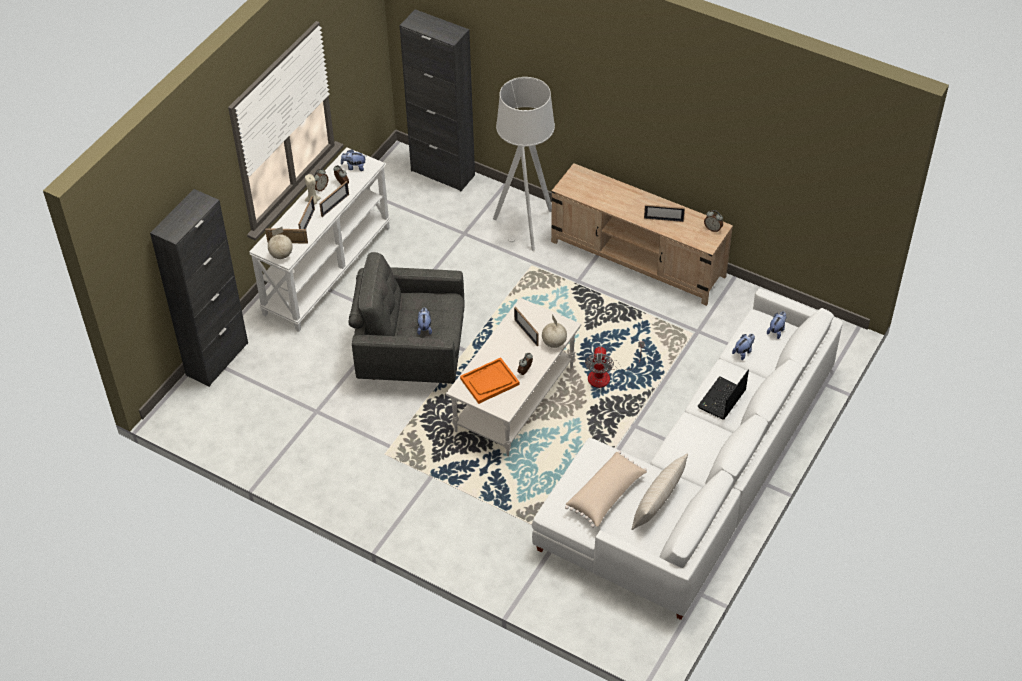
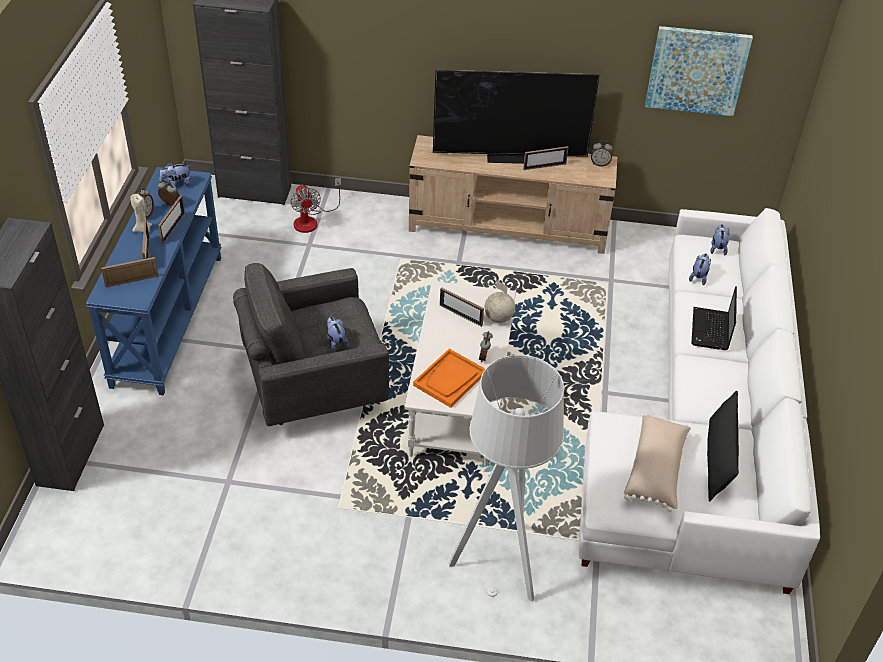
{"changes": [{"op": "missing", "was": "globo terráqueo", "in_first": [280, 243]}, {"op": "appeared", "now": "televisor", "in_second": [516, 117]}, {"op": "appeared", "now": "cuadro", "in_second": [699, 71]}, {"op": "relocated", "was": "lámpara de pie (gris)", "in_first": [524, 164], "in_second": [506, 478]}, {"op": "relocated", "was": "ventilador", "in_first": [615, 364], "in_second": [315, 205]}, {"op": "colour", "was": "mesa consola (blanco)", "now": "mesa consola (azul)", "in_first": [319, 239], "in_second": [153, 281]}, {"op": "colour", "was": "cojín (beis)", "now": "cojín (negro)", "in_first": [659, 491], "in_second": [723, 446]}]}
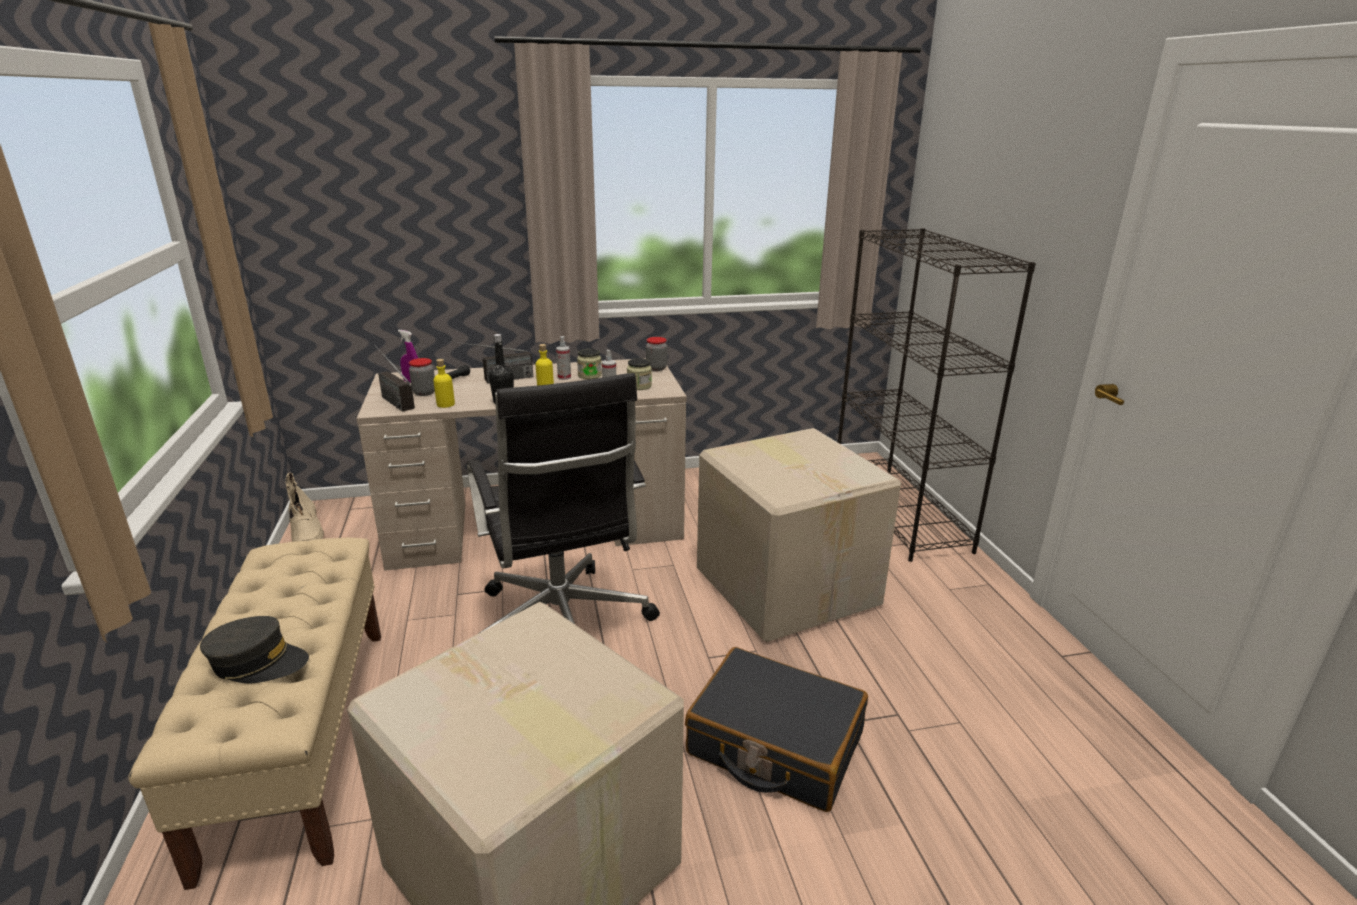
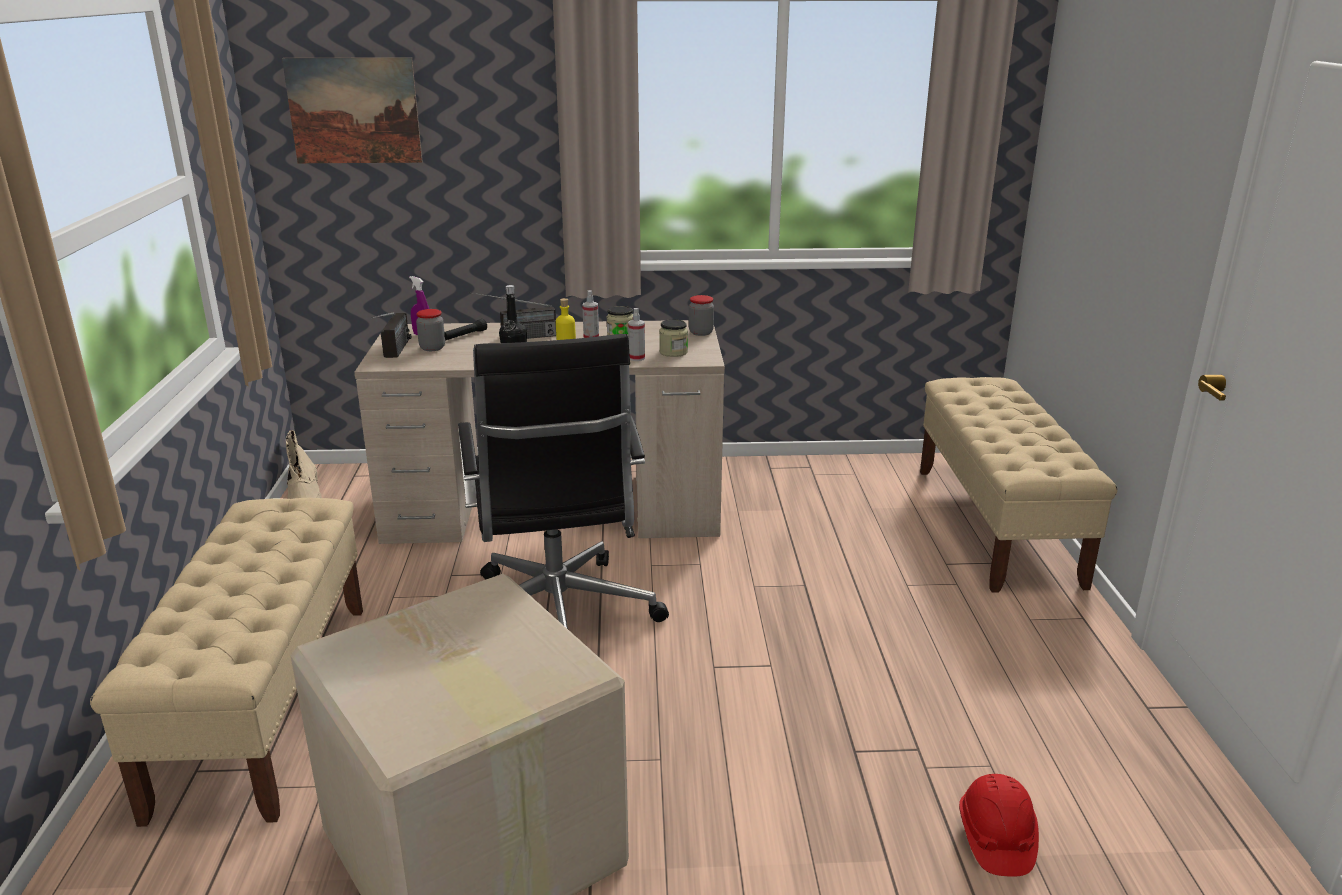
{"changes": [{"op": "missing", "was": "gorra (gris)", "in_first": [254, 649]}, {"op": "missing", "was": "botella (amarillo)", "in_first": [444, 383]}, {"op": "missing", "was": "maleta (negro)", "in_first": [776, 729]}, {"op": "missing", "was": "caja de cartón", "in_first": [799, 535]}, {"op": "appeared", "now": "cuadro", "in_second": [352, 110]}, {"op": "appeared", "now": "casco (rojo)", "in_second": [999, 825]}, {"op": "exchanged", "was": "estantería (negro)", "now": "banco (beis)", "in_first": [937, 395], "in_second": [1019, 485]}, {"op": "spun", "was": "radio", "in_first": [395, 378], "in_second": [391, 335], "clockwise": -150}]}
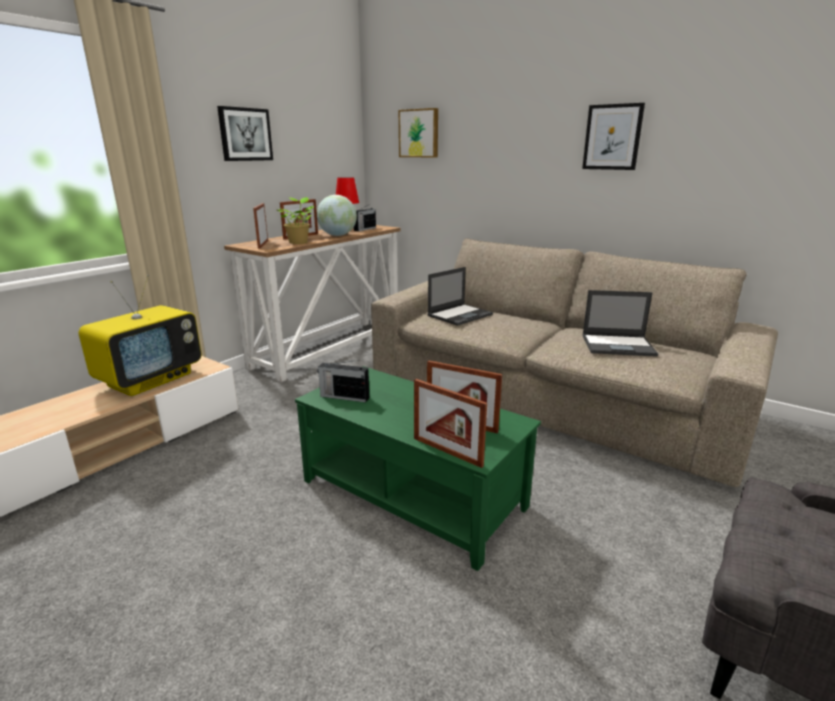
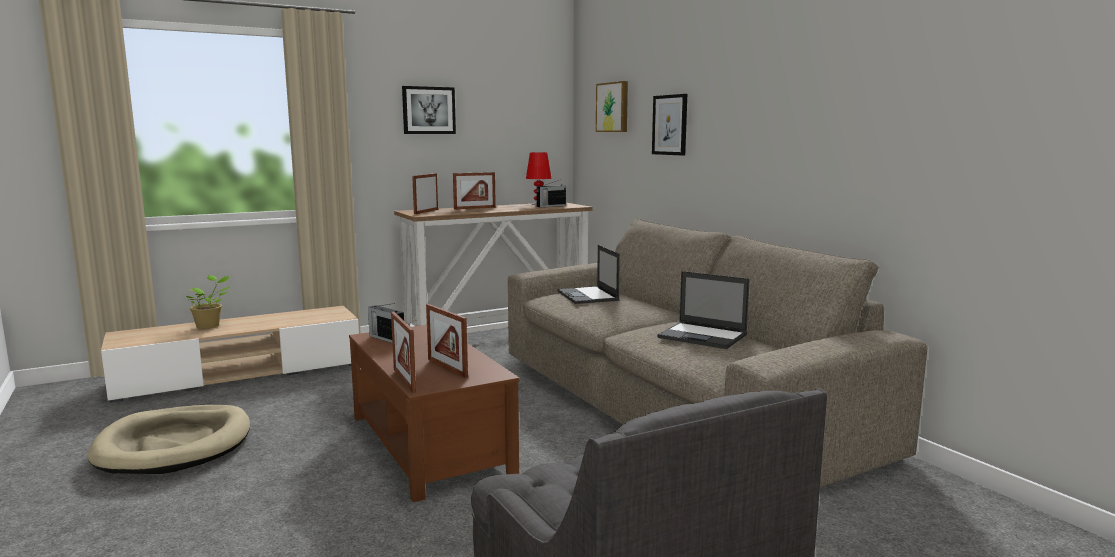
{"changes": [{"op": "missing", "was": "televisor", "in_first": [140, 335]}, {"op": "missing", "was": "globo terráqueo", "in_first": [337, 215]}, {"op": "appeared", "now": "cama para perro (beis)", "in_second": [169, 439]}, {"op": "relocated", "was": "planta en maceta", "in_first": [295, 220], "in_second": [208, 302]}, {"op": "relocated", "was": "cuadro", "in_first": [613, 136], "in_second": [669, 125]}, {"op": "colour", "was": "mesa de centro (verde)", "now": "mesa de centro (marrón)", "in_first": [418, 468], "in_second": [434, 413]}, {"op": "spun", "was": "portátil", "in_first": [460, 296], "in_second": [589, 274], "clockwise": 90}]}
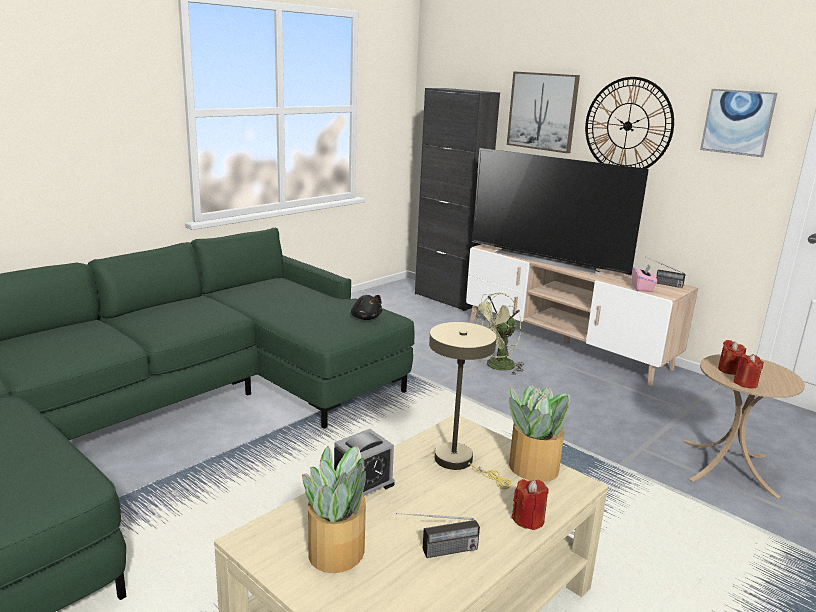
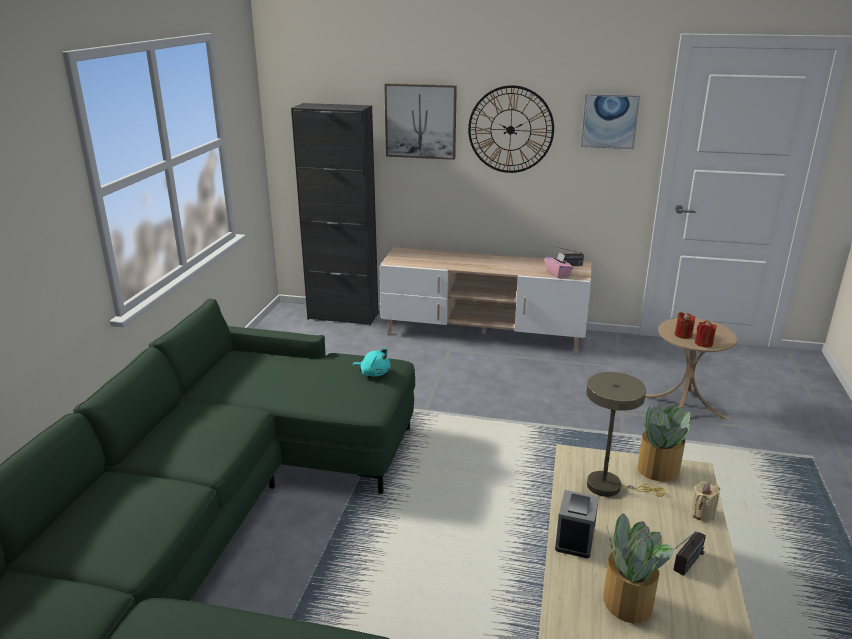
{"changes": [{"op": "missing", "was": "televisor", "in_first": [560, 211]}, {"op": "missing", "was": "ventilador (verde)", "in_first": [498, 334]}, {"op": "colour", "was": "peluche (negro)", "now": "peluche (turquesa)", "in_first": [366, 307], "in_second": [371, 362]}, {"op": "colour", "was": "vela (rojo)", "now": "vela (beis)", "in_first": [530, 504], "in_second": [704, 501]}]}
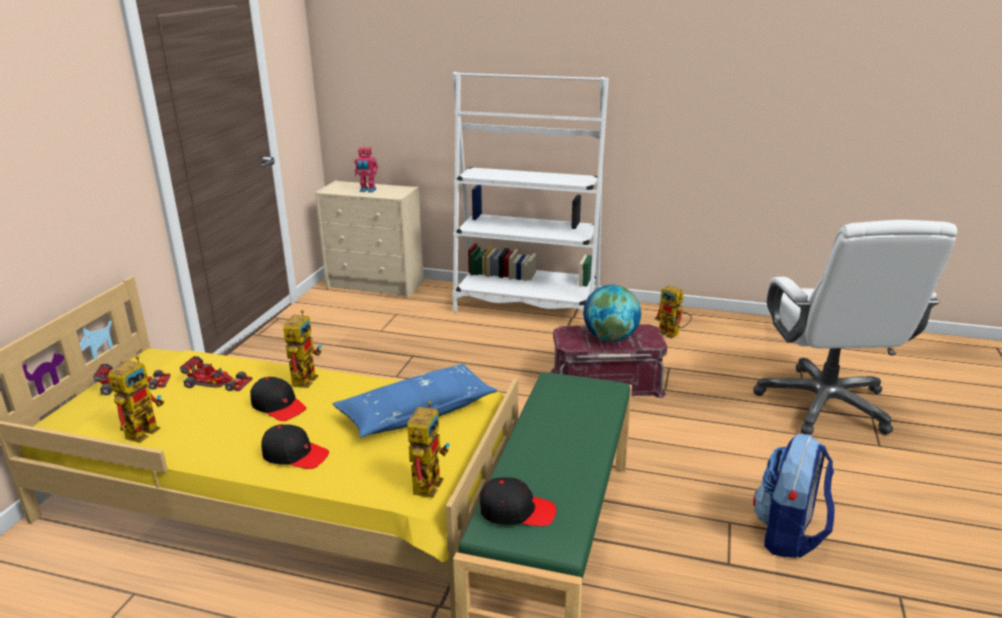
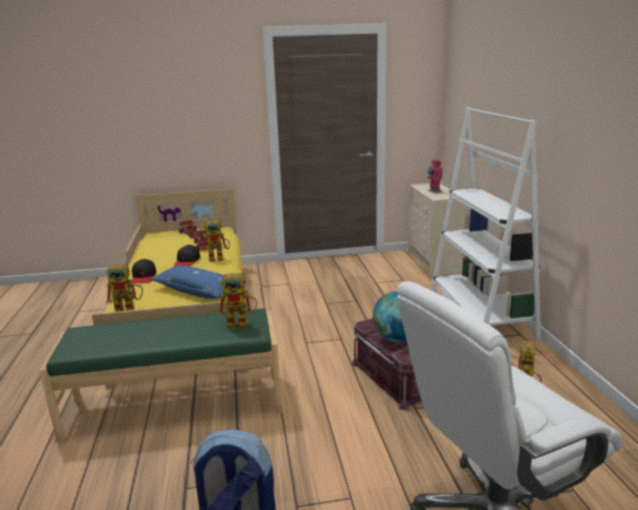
{"changes": [{"op": "missing", "was": "gorra (negro)", "in_first": [518, 501]}, {"op": "relocated", "was": "robot de juguete", "in_first": [136, 399], "in_second": [238, 301]}]}
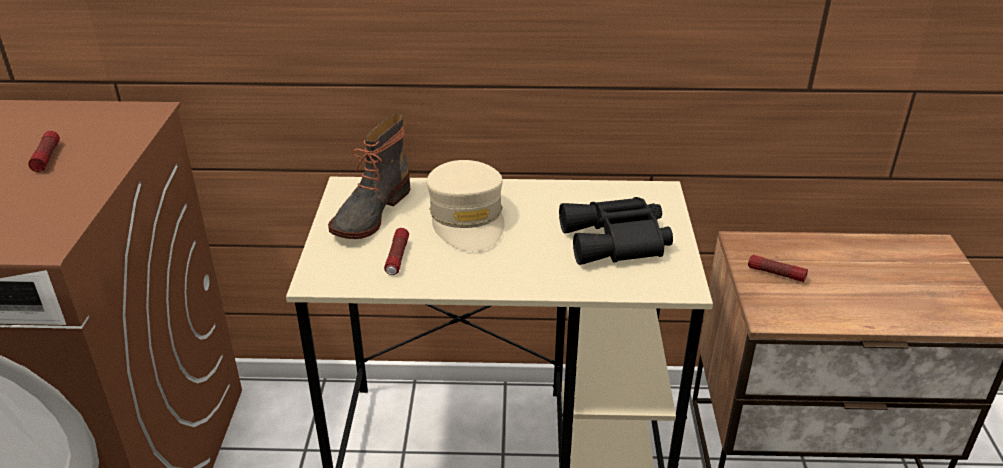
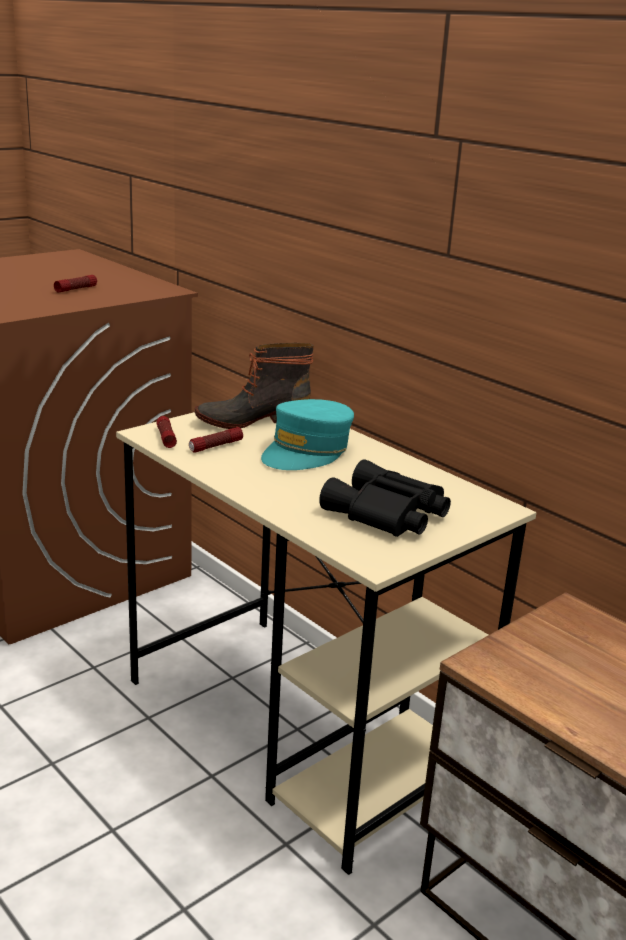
{"changes": [{"op": "relocated", "was": "linterna", "in_first": [778, 268], "in_second": [166, 432]}, {"op": "colour", "was": "gorra (beis)", "now": "gorra (turquesa)", "in_first": [466, 205], "in_second": [307, 434]}]}
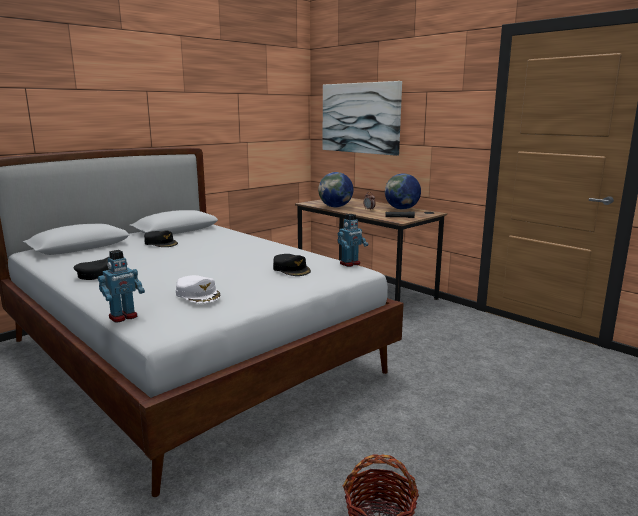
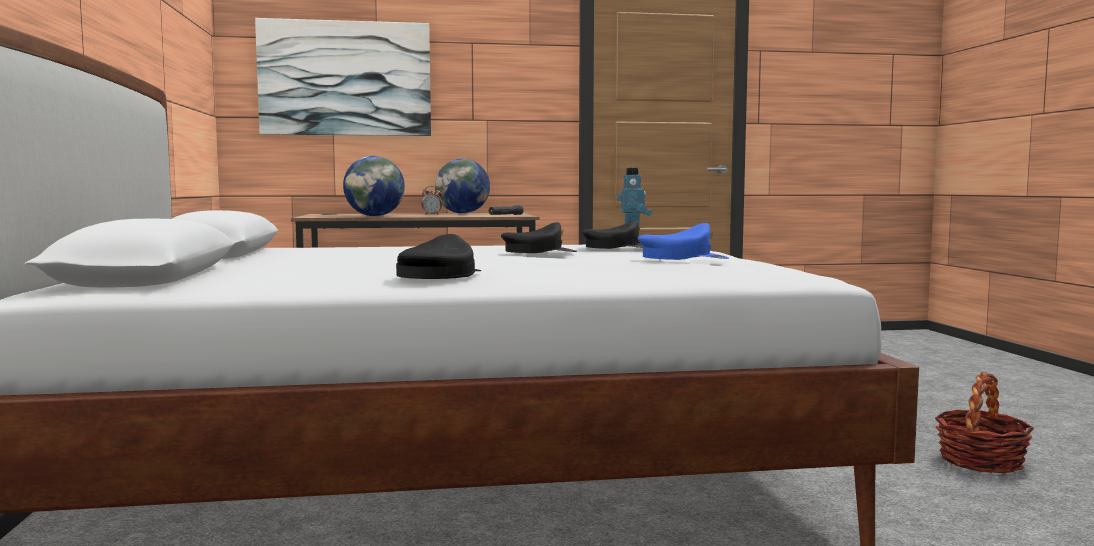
{"changes": [{"op": "missing", "was": "robot de juguete", "in_first": [121, 286]}, {"op": "relocated", "was": "gorra (negro)", "in_first": [161, 238], "in_second": [539, 237]}, {"op": "colour", "was": "gorra (blanco)", "now": "gorra (azul)", "in_first": [198, 289], "in_second": [683, 241]}]}
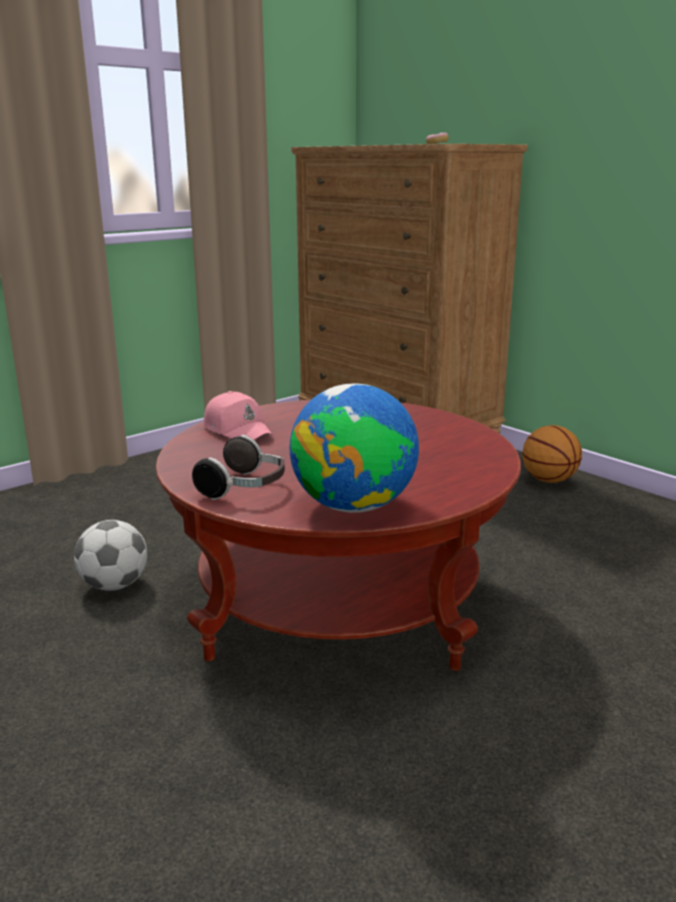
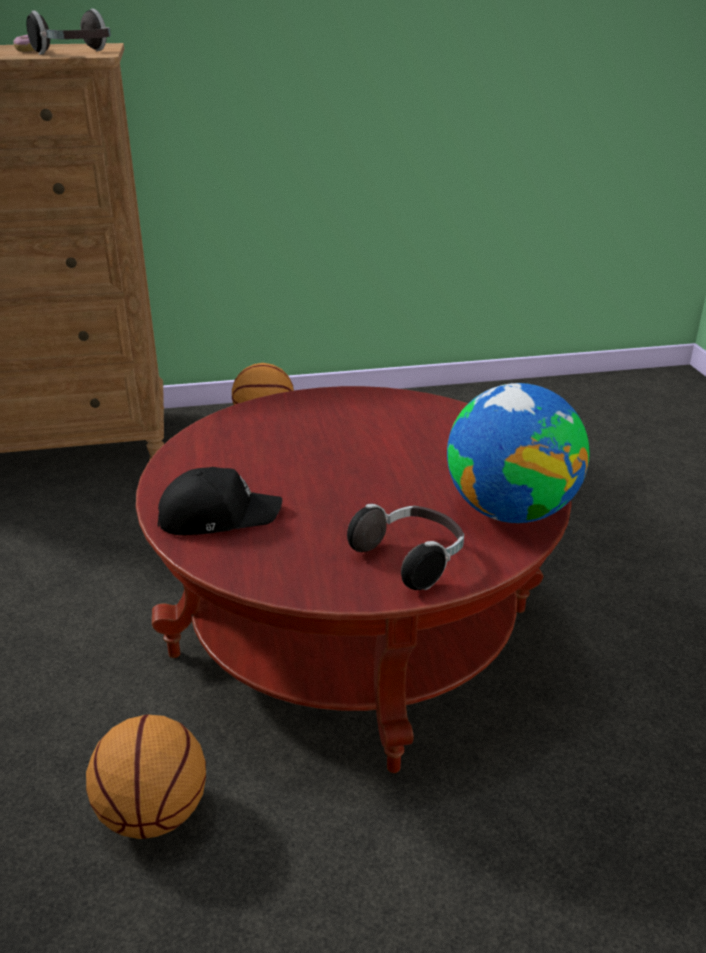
{"changes": [{"op": "appeared", "now": "auriculares", "in_second": [69, 32]}, {"op": "exchanged", "was": "balón de fútbol", "now": "balón de baloncesto", "in_first": [110, 555], "in_second": [146, 776]}, {"op": "colour", "was": "gorra (rosa)", "now": "gorra (negro)", "in_first": [238, 415], "in_second": [220, 501]}]}
